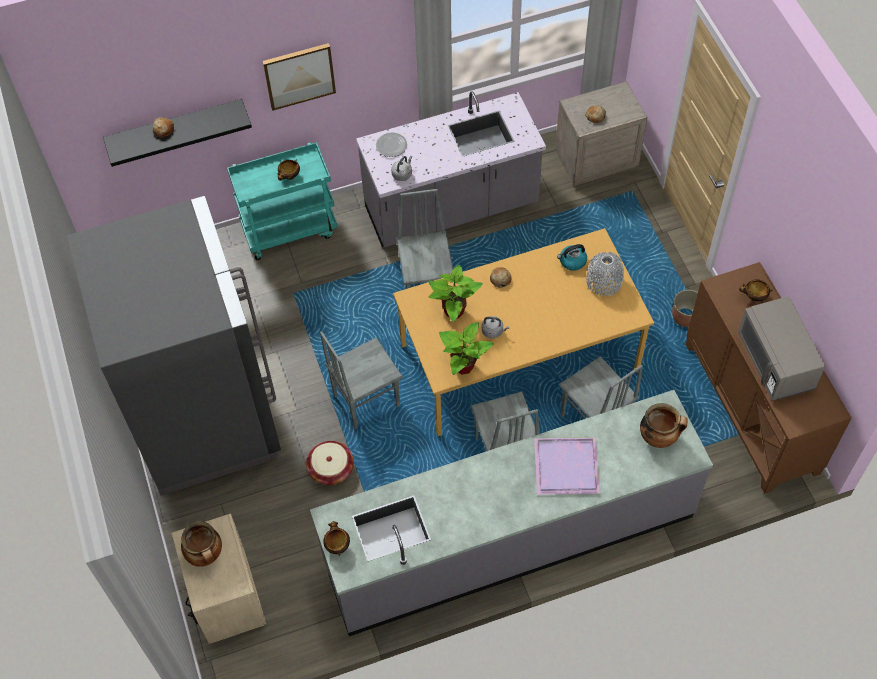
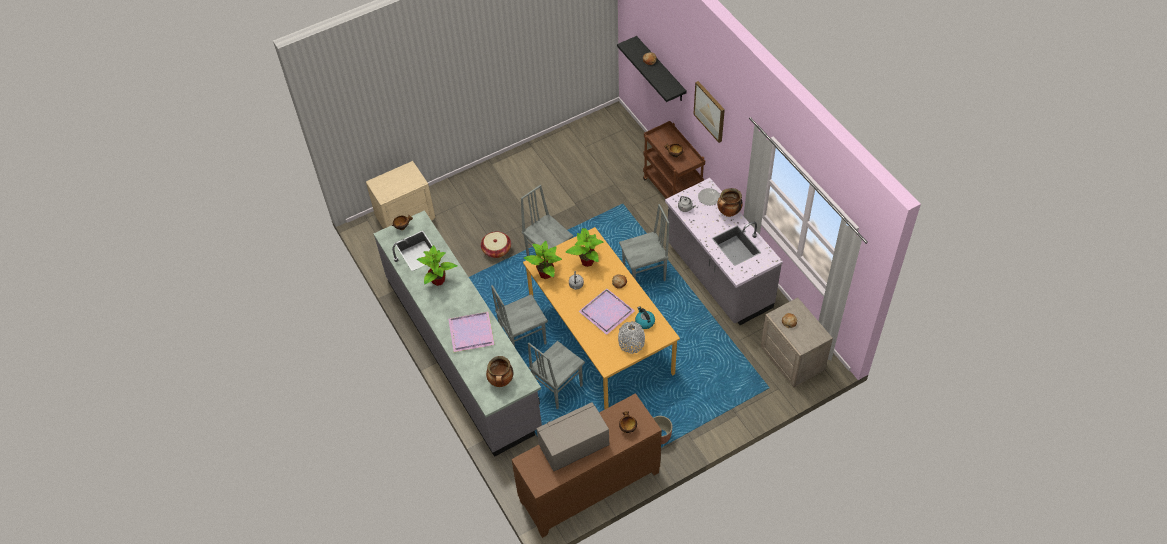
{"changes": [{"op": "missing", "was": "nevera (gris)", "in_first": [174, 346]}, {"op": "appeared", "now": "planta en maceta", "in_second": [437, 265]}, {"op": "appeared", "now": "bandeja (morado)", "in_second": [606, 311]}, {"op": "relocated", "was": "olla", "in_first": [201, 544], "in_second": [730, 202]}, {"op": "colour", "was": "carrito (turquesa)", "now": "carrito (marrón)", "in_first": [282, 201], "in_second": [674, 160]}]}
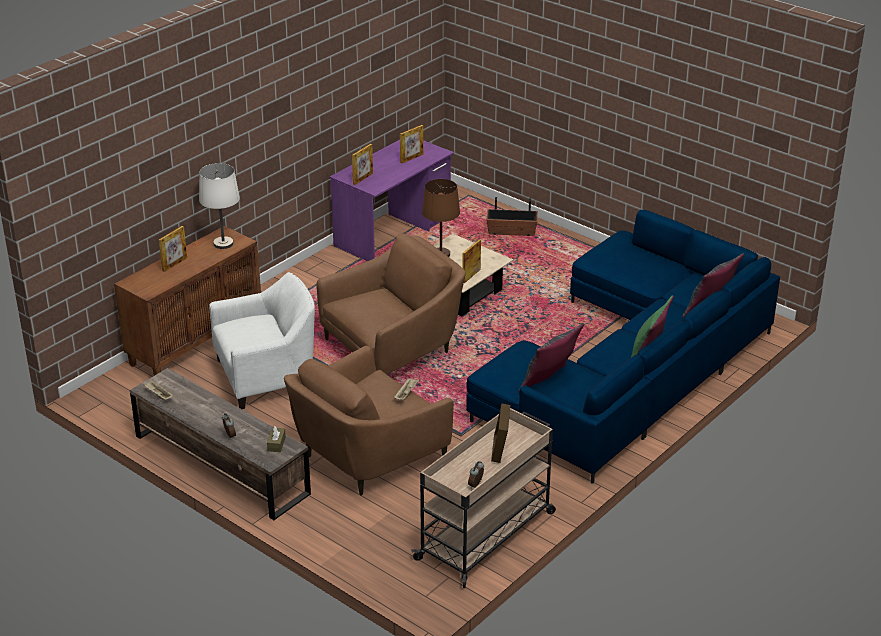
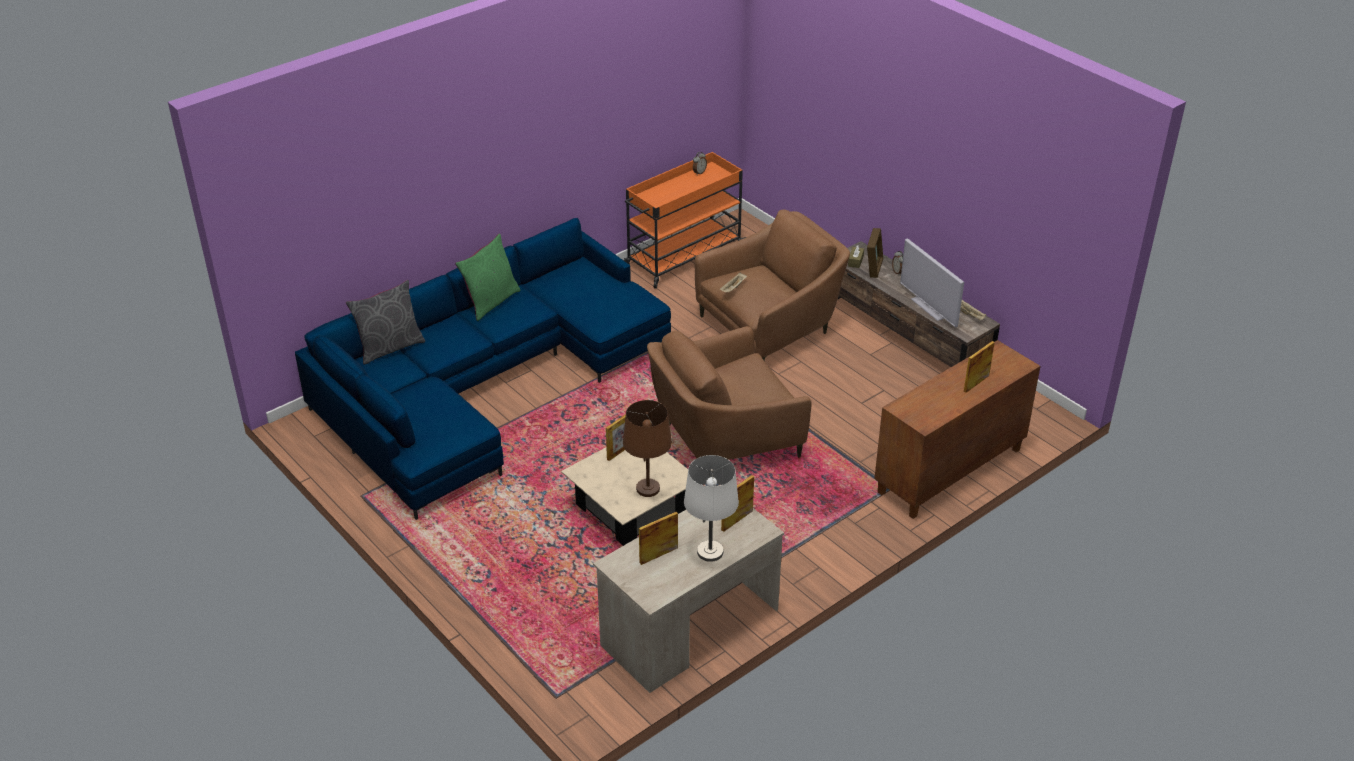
{"changes": [{"op": "missing", "was": "sillón (blanco)", "in_first": [262, 340]}, {"op": "missing", "was": "maceta", "in_first": [512, 216]}, {"op": "missing", "was": "cojín (gris)", "in_first": [551, 357]}, {"op": "appeared", "now": "televisor", "in_second": [932, 282]}, {"op": "relocated", "was": "lámpara de mesa (blanco)", "in_first": [219, 206], "in_second": [711, 508]}, {"op": "relocated", "was": "portarretratos", "in_first": [500, 433], "in_second": [875, 253]}, {"op": "colour", "was": "escritorio (morado)", "now": "escritorio (beis)", "in_first": [391, 200], "in_second": [688, 600]}, {"op": "colour", "was": "carrito (beis)", "now": "carrito (naranja)", "in_first": [483, 498], "in_second": [685, 220]}]}
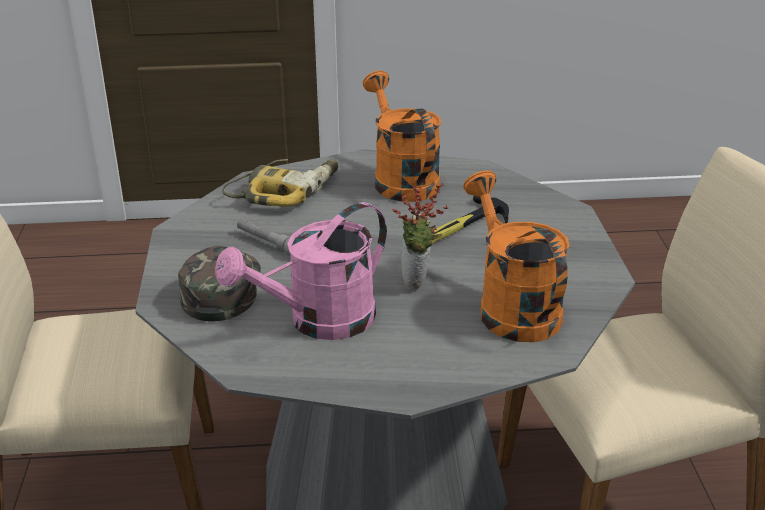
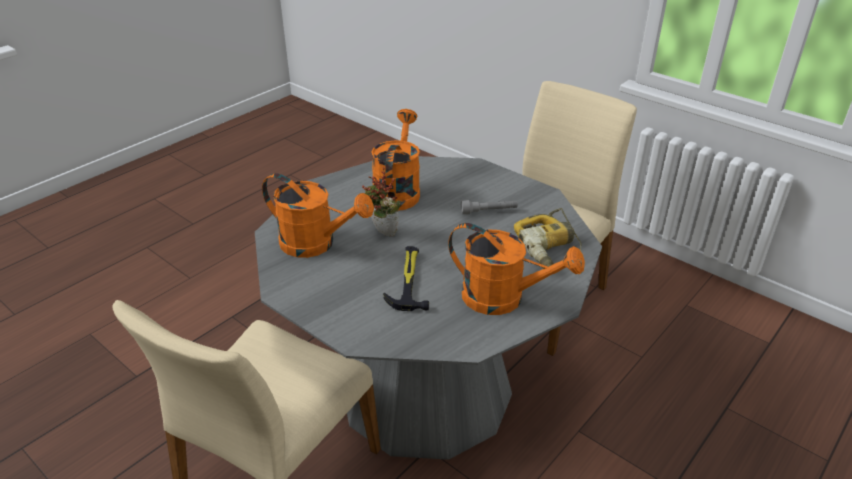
{"changes": [{"op": "missing", "was": "gorra (verde)", "in_first": [219, 283]}, {"op": "colour", "was": "regadera (rosa)", "now": "regadera (naranja)", "in_first": [301, 271], "in_second": [395, 160]}]}
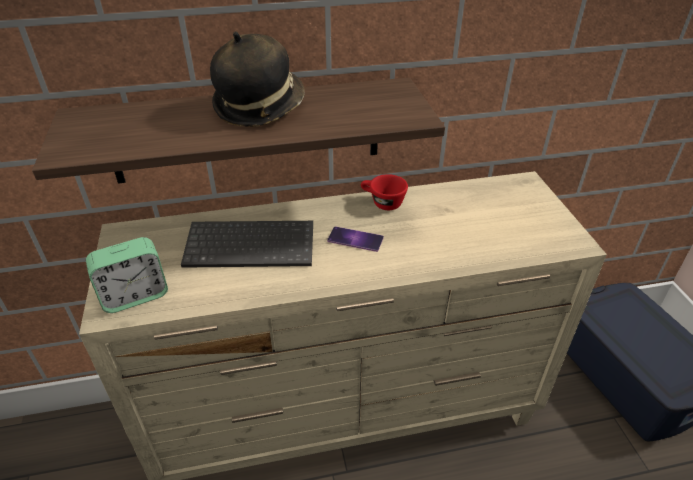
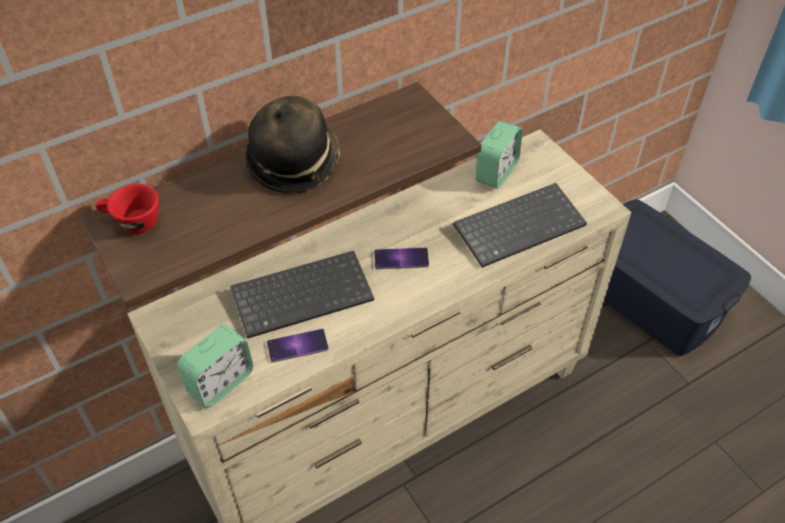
{"changes": [{"op": "appeared", "now": "móvil", "in_second": [298, 346]}, {"op": "appeared", "now": "teclado", "in_second": [520, 225]}, {"op": "appeared", "now": "despertador", "in_second": [499, 154]}, {"op": "relocated", "was": "taza (rojo)", "in_first": [384, 192], "in_second": [127, 209]}]}
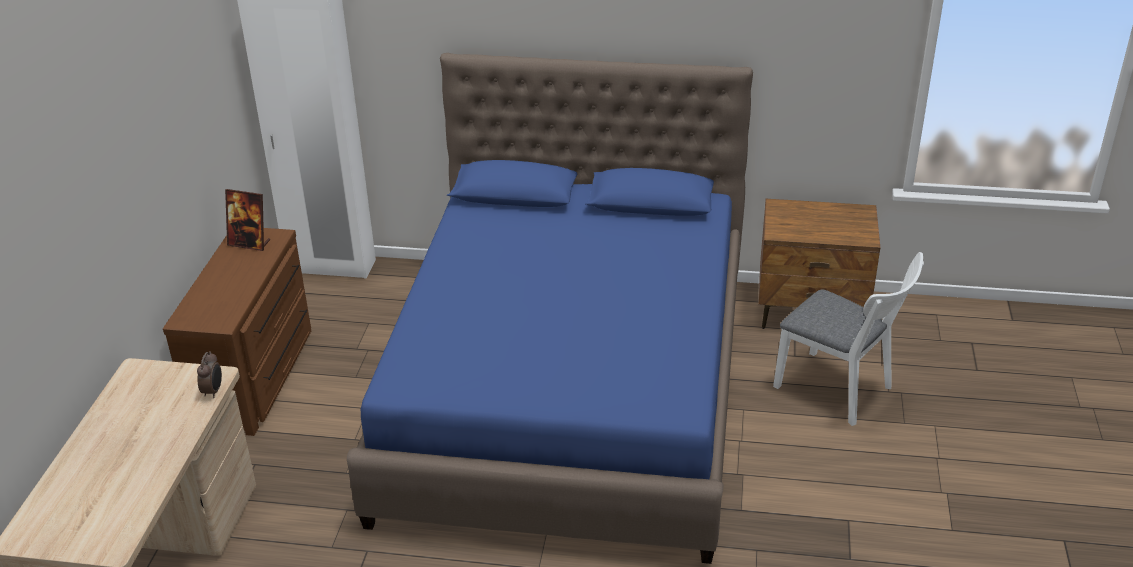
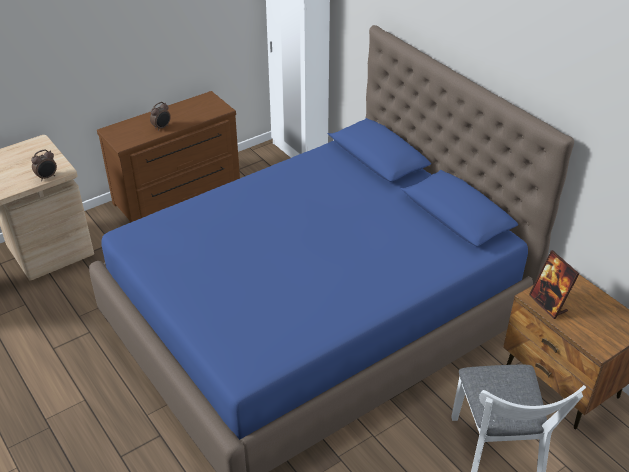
{"changes": [{"op": "appeared", "now": "despertador", "in_second": [160, 116]}, {"op": "relocated", "was": "portarretratos", "in_first": [247, 220], "in_second": [554, 284]}]}
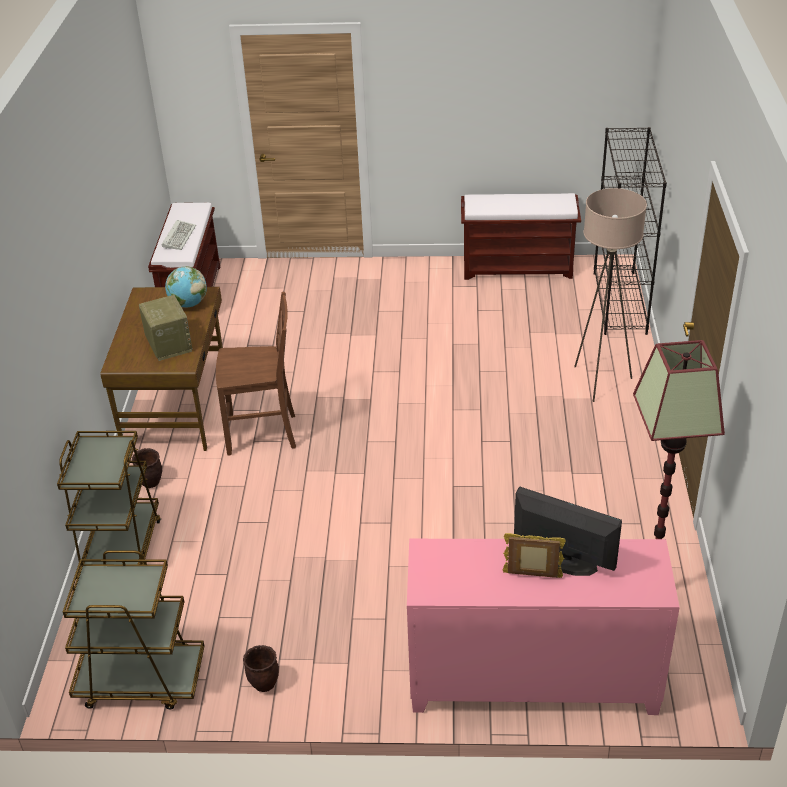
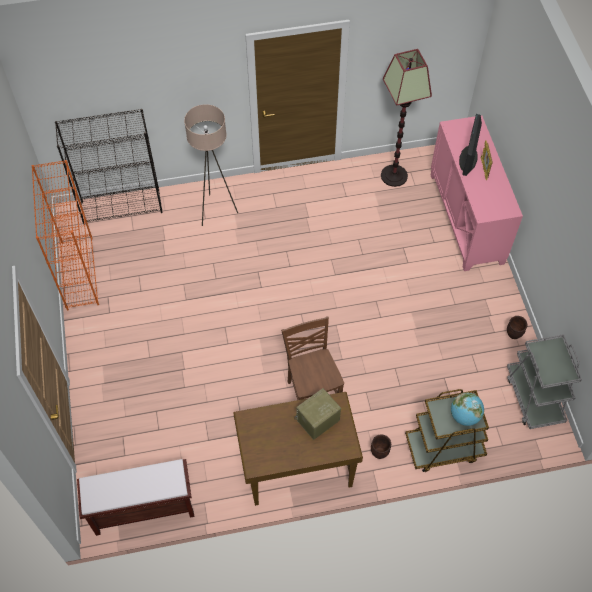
{"changes": [{"op": "missing", "was": "teclado", "in_first": [179, 235]}, {"op": "relocated", "was": "globo terráqueo", "in_first": [186, 287], "in_second": [467, 409]}, {"op": "exchanged", "was": "banco (marrón)", "now": "estantería (naranja)", "in_first": [521, 236], "in_second": [65, 235]}, {"op": "colour", "was": "carrito (marrón)", "now": "carrito (gris)", "in_first": [134, 629], "in_second": [544, 381]}]}
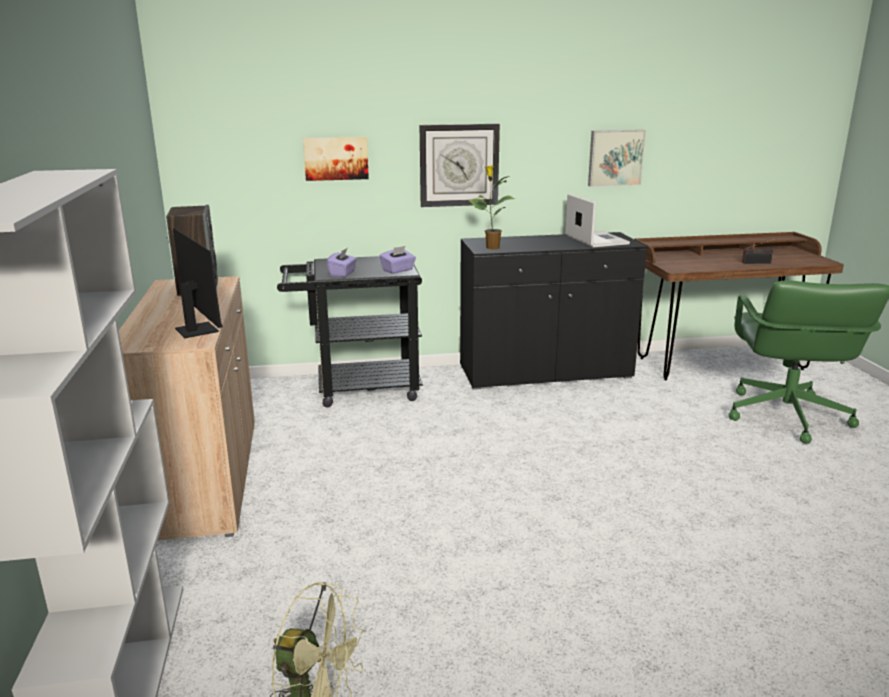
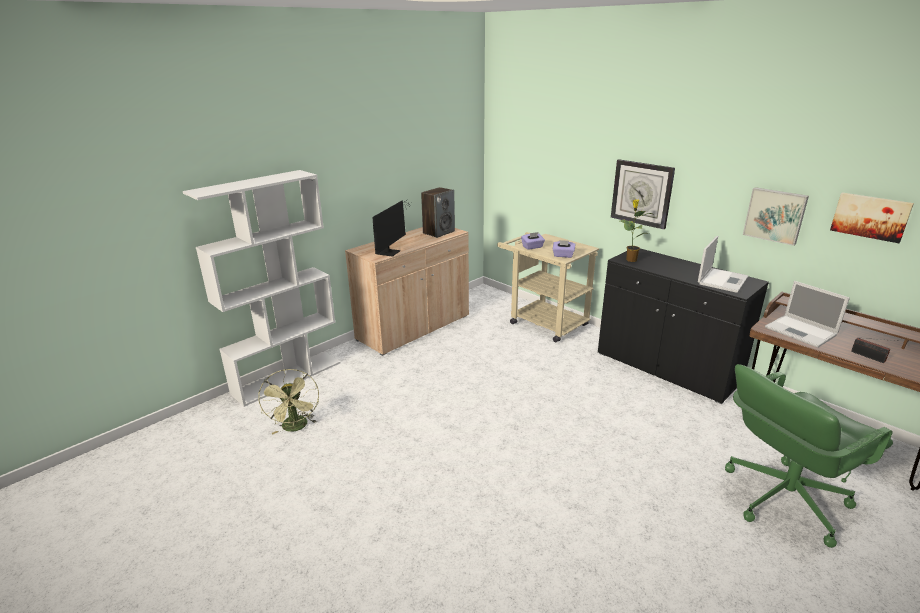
{"changes": [{"op": "appeared", "now": "portátil", "in_second": [807, 314]}, {"op": "relocated", "was": "cuadro", "in_first": [336, 159], "in_second": [872, 218]}, {"op": "colour", "was": "carrito (negro)", "now": "carrito (beis)", "in_first": [350, 331], "in_second": [548, 287]}]}
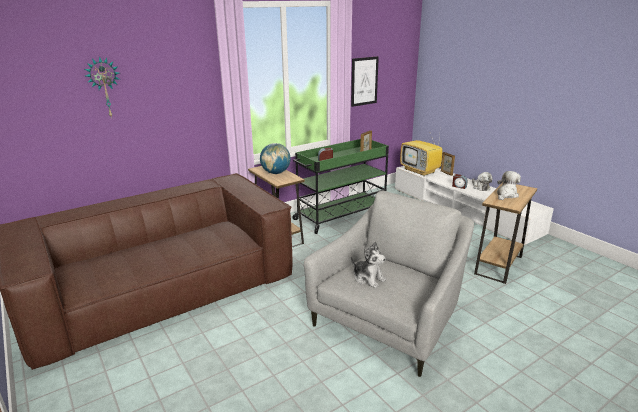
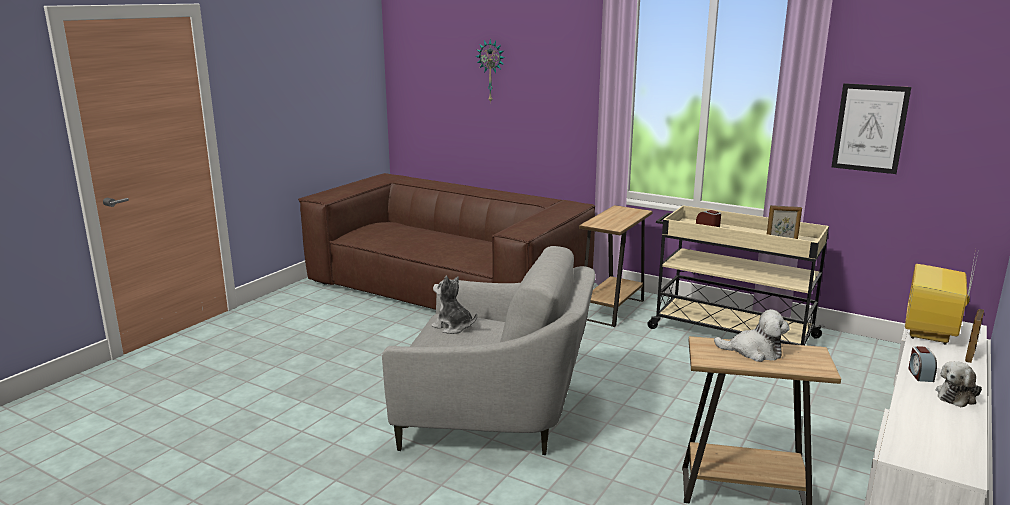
{"changes": [{"op": "missing", "was": "globo terráqueo", "in_first": [275, 158]}, {"op": "colour", "was": "carrito (verde)", "now": "carrito (beis)", "in_first": [341, 186], "in_second": [738, 275]}, {"op": "spun", "was": "peluche", "in_first": [368, 265], "in_second": [454, 305], "clockwise": 105}]}
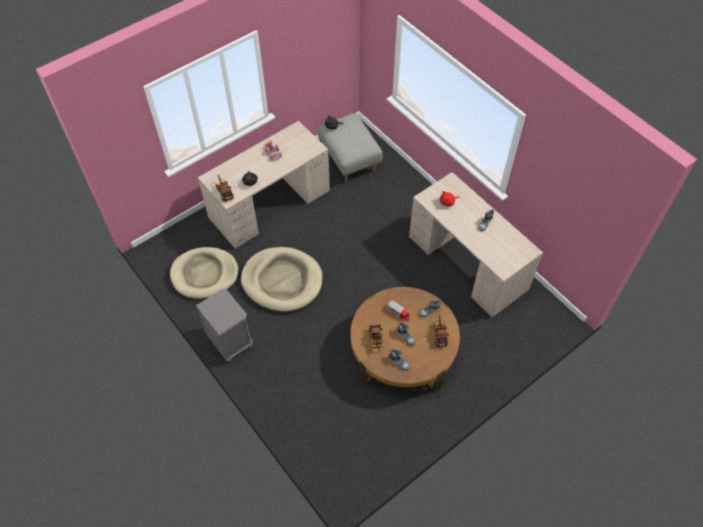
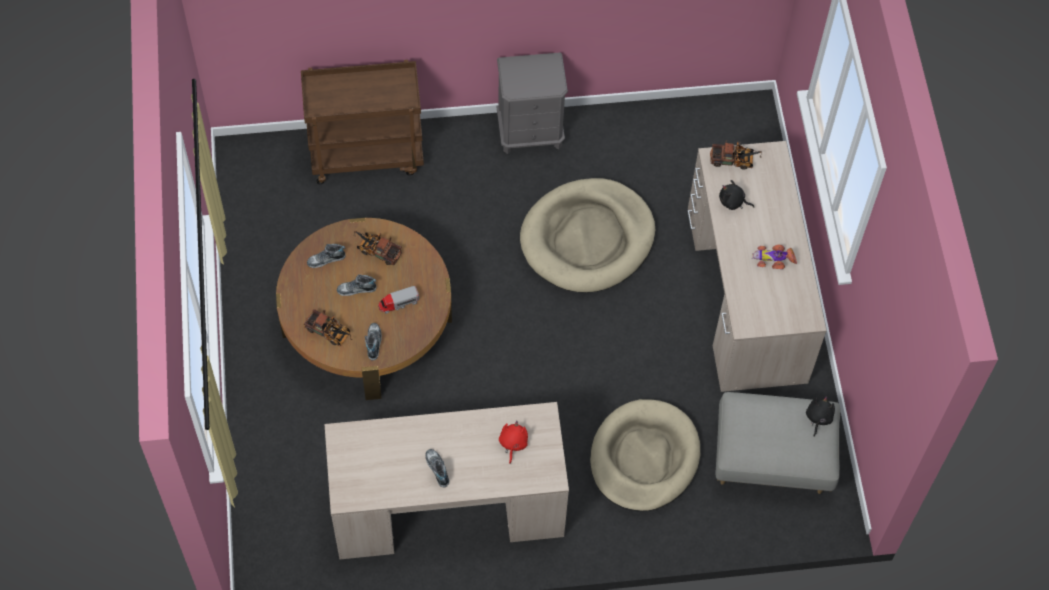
{"changes": [{"op": "appeared", "now": "carrito (marrón)", "in_second": [362, 122]}, {"op": "relocated", "was": "cama para perro (beis)", "in_first": [204, 273], "in_second": [645, 455]}]}
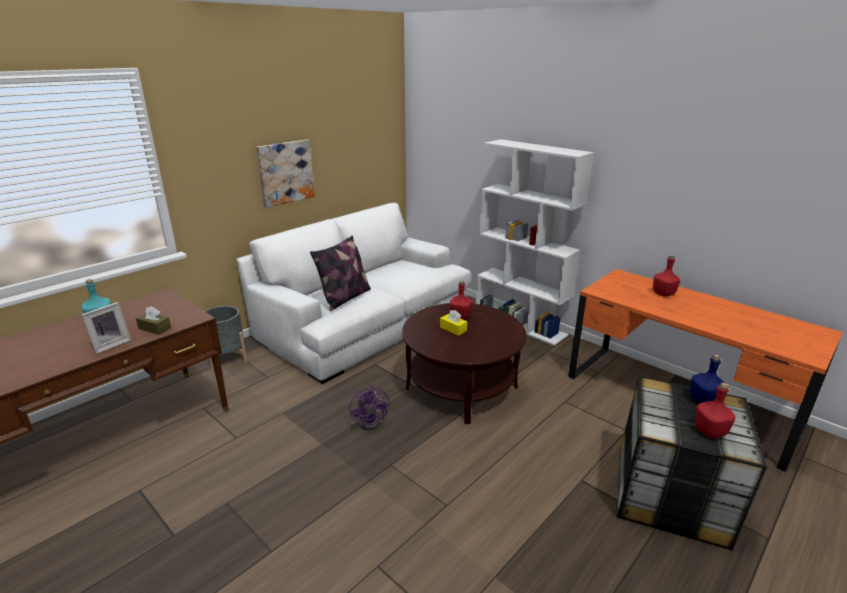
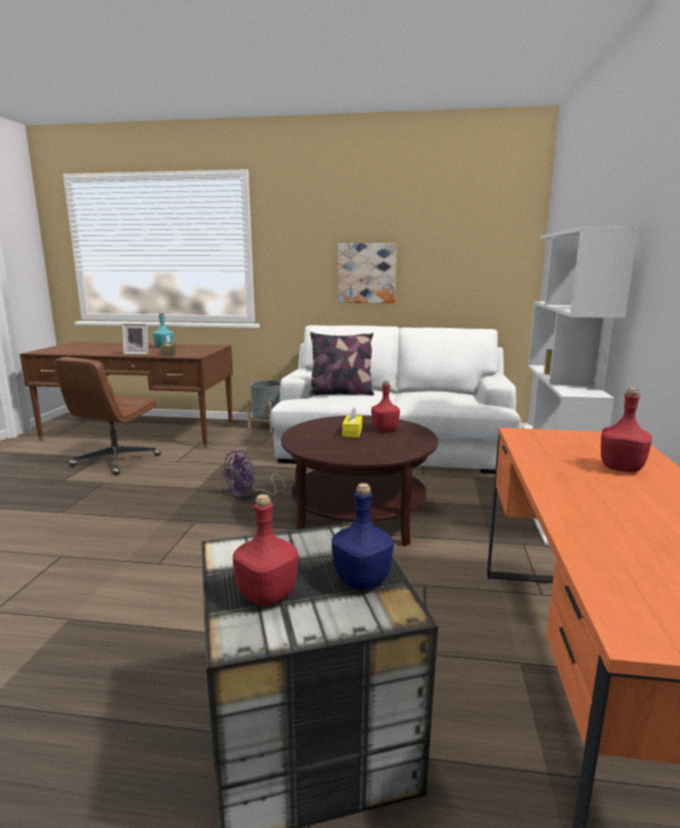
{"changes": [{"op": "appeared", "now": "silla de oficina (marrón)", "in_second": [107, 416]}]}
